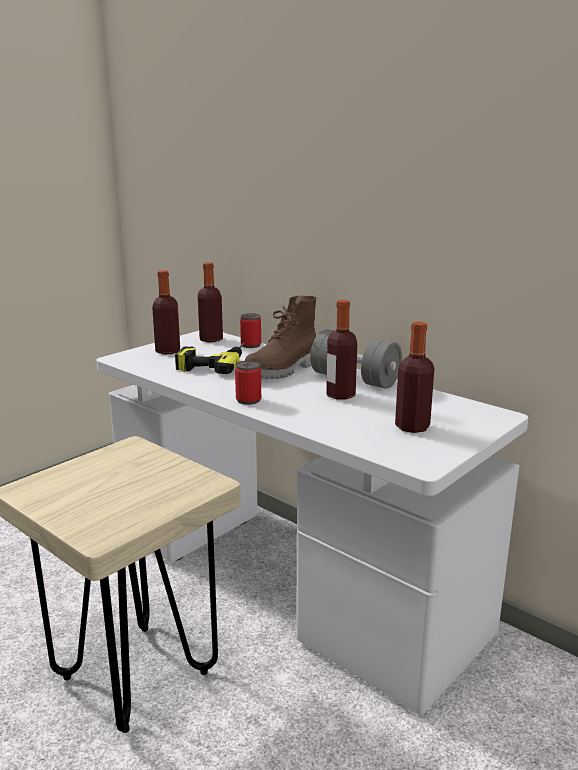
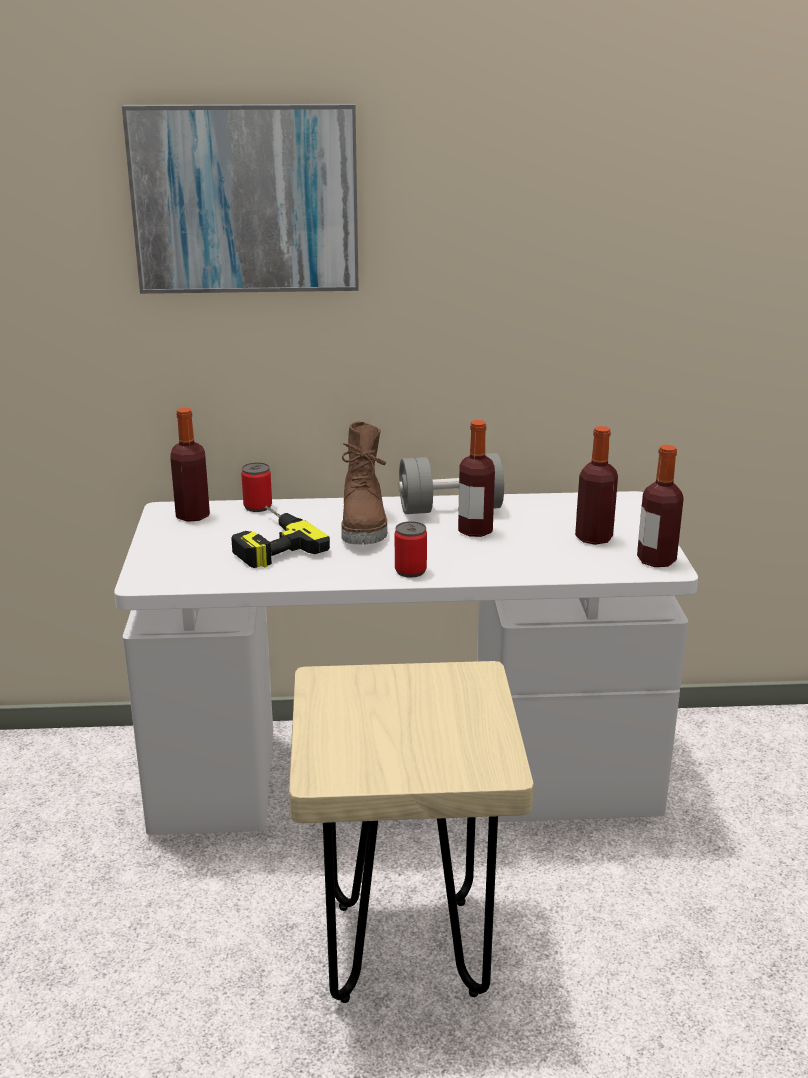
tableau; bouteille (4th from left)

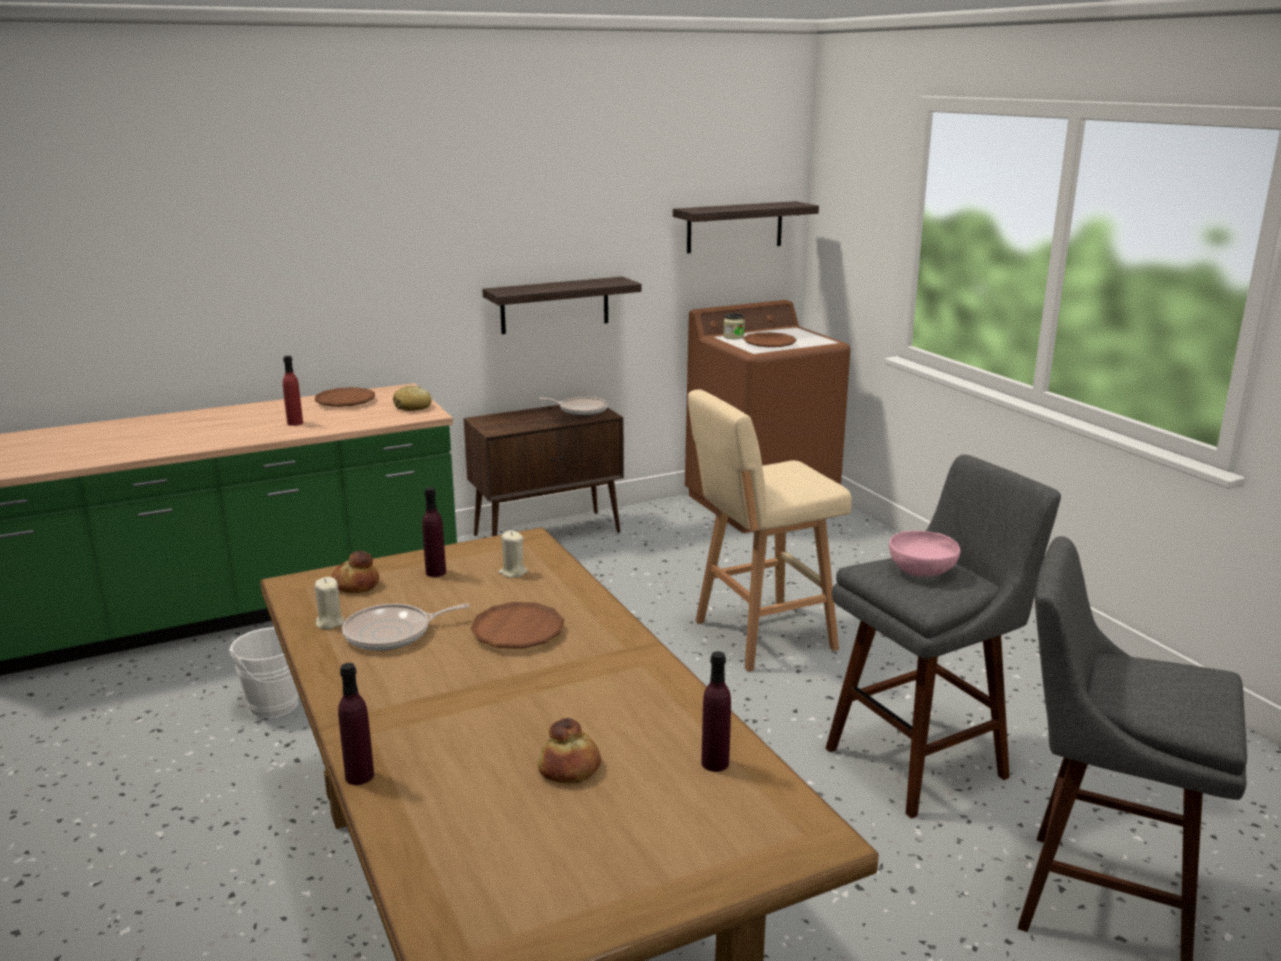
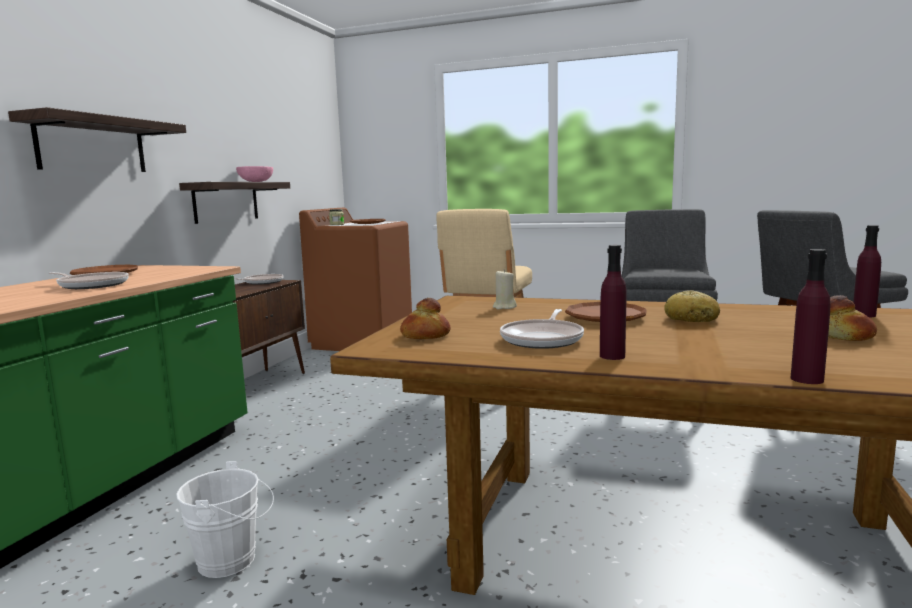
bougie [beige] (1st from left in the first image); pain (2nd from left); bouteille [violet] (1st from left); étagère (1st from left); bol [rose]; poêle (1st from left)

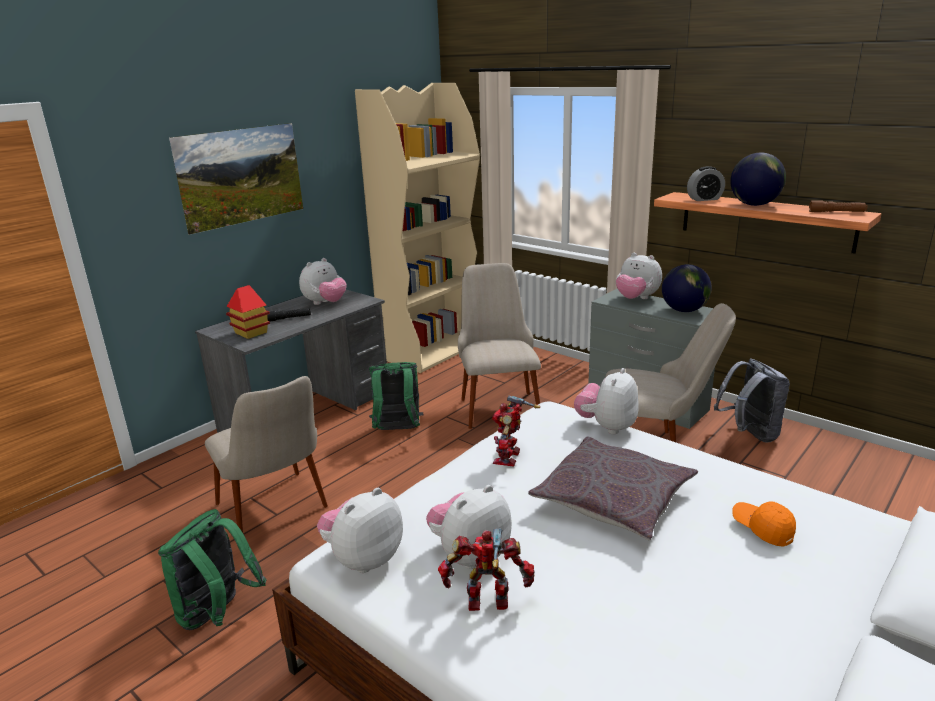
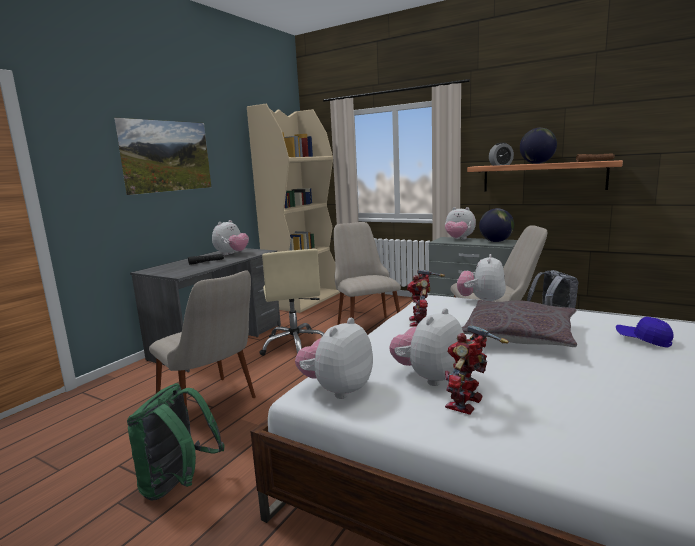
maison miniature; chaise de bureau [beige]; casquette [bleu]; robot jouet (2nd from left)

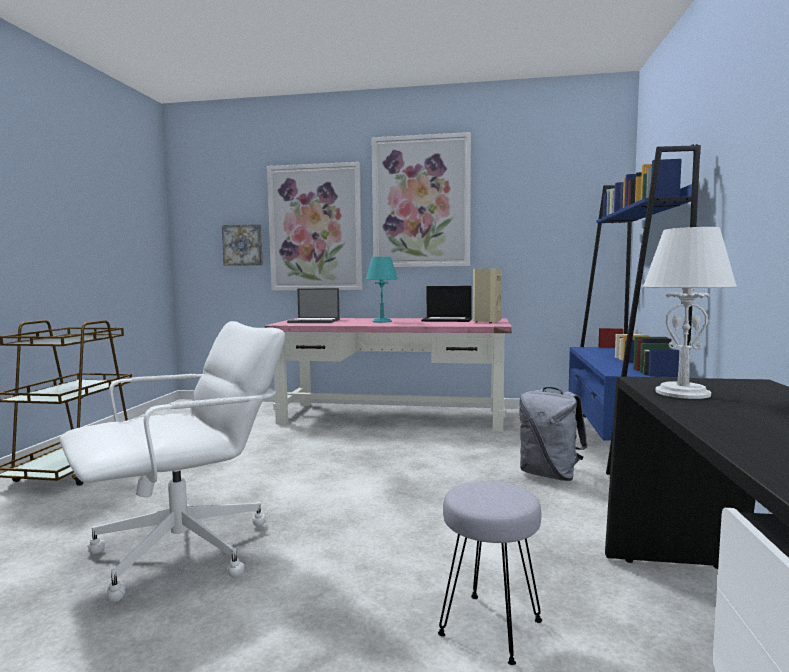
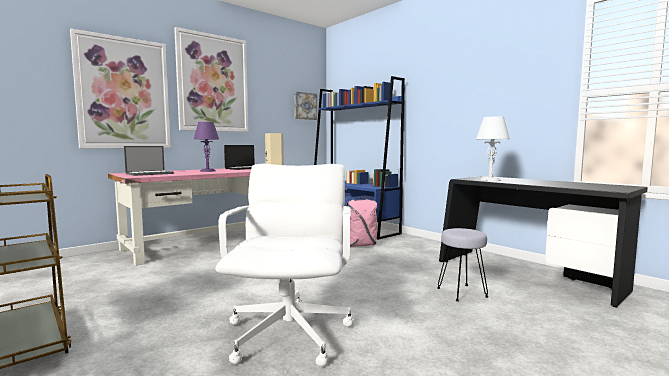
tableau (3rd from left); lampe de table [violet]; sac à dos [rose]

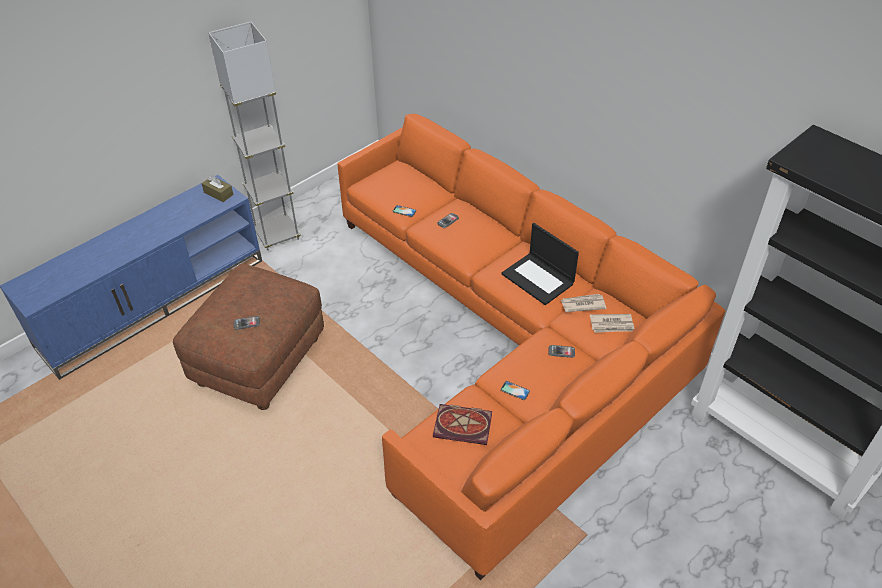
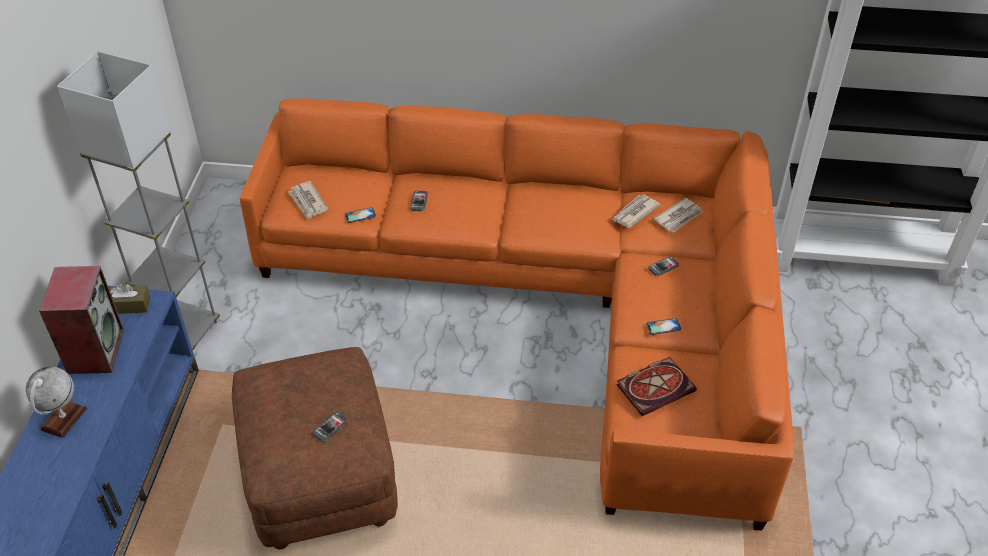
ordinateur portable; globe; enceinte; journal (1st from left)

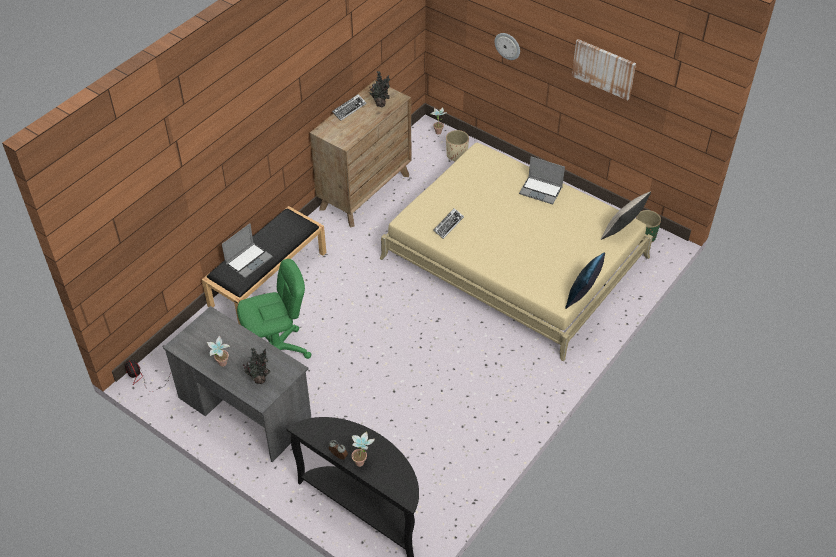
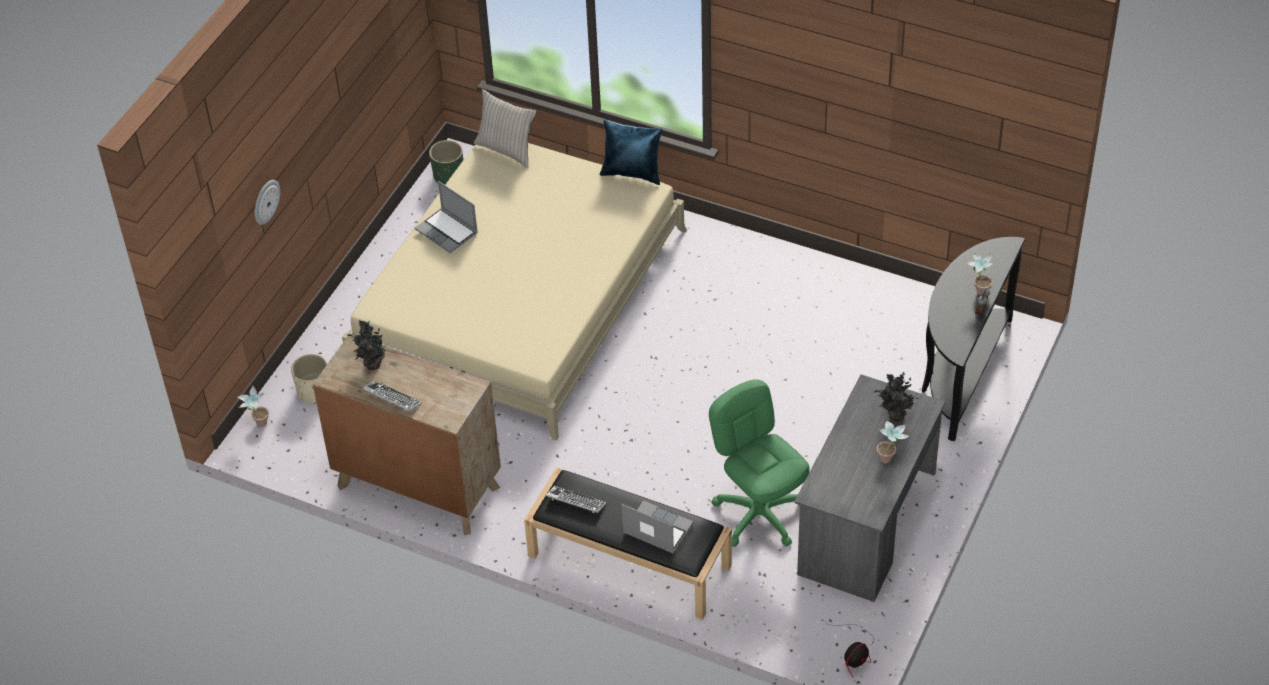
tableau; clavier (2nd from left); ordinateur portable (1st from left)

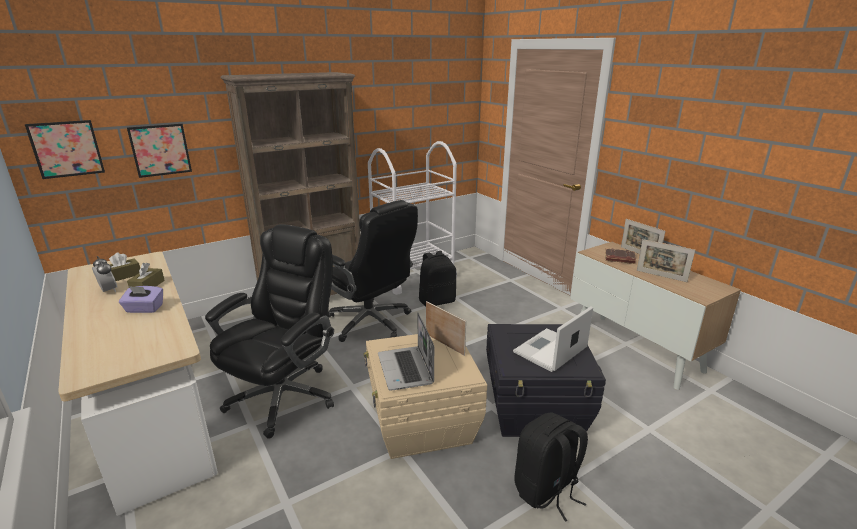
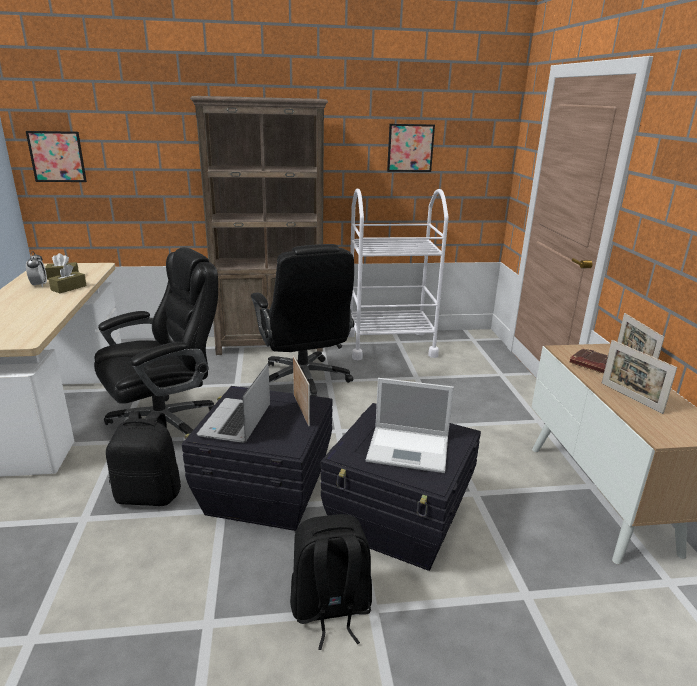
boîte à mouchoirs [violet]; tableau (2nd from left); sac à dos [noir] (1st from left); boîte de rangement [noir] (1st from left); ordinateur portable (2nd from left)

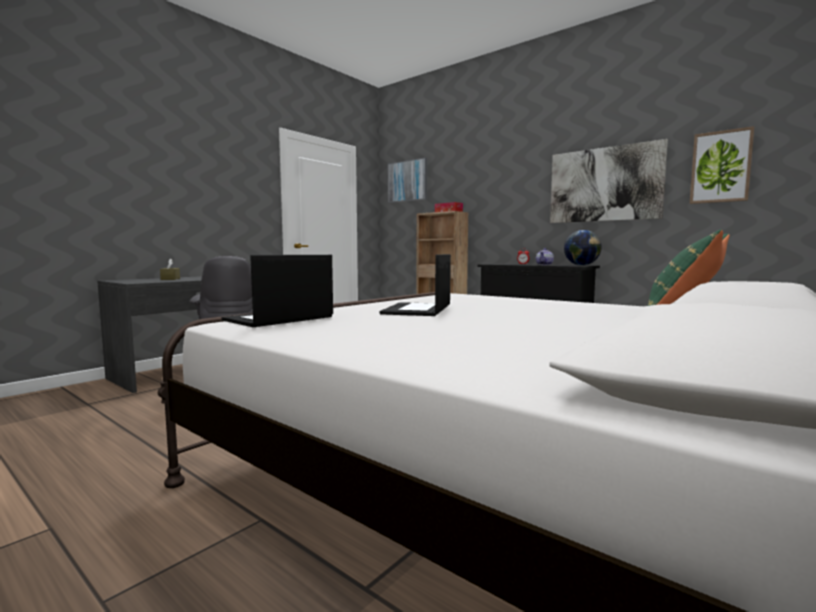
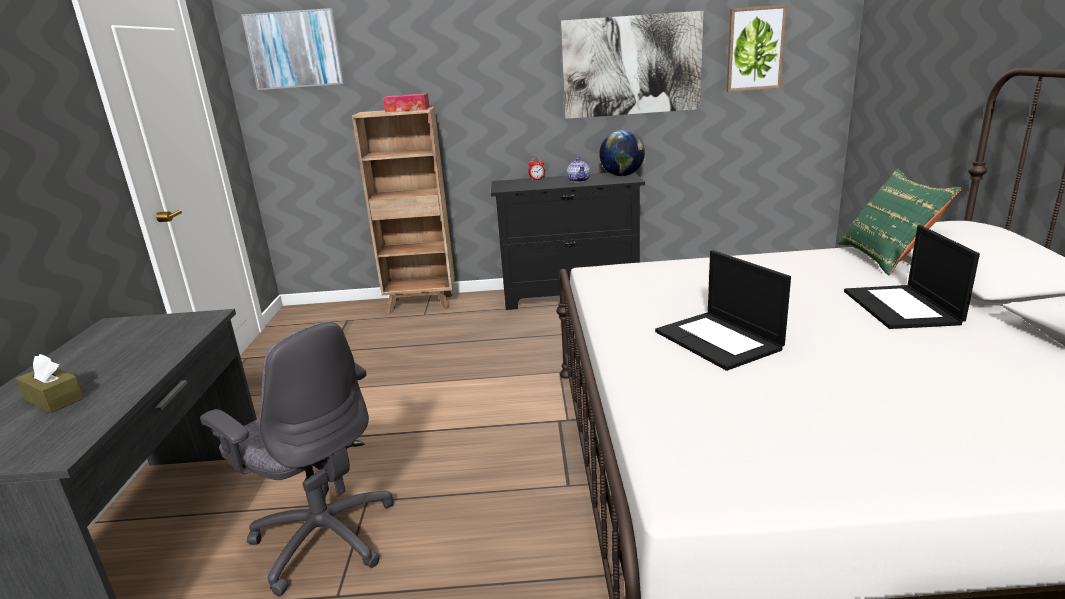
ordinateur portable (2nd from left)

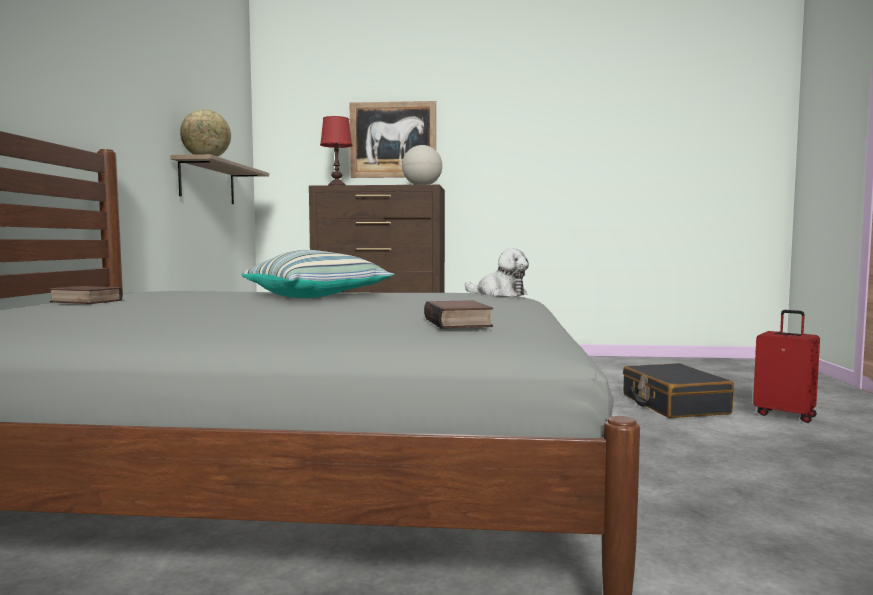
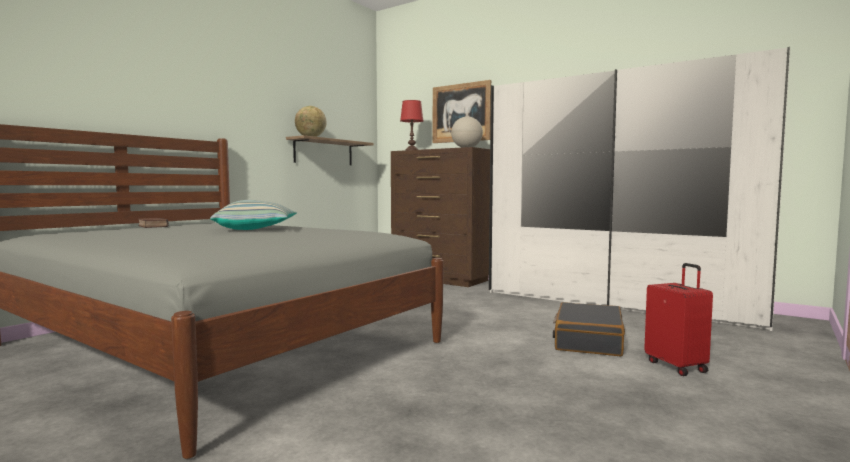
livre (2nd from left in the first image); peluche; armoire [blanc]

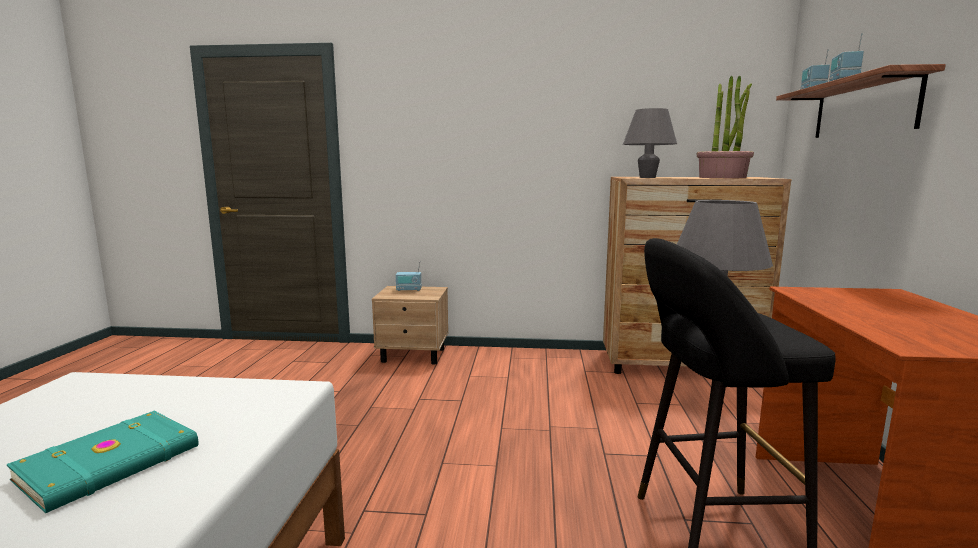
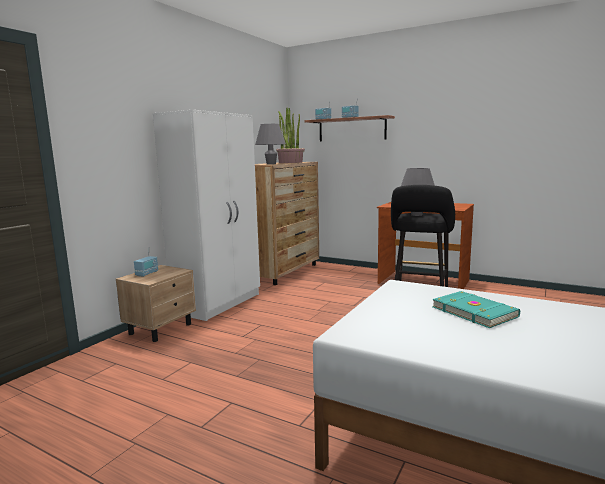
armoire [blanc]

